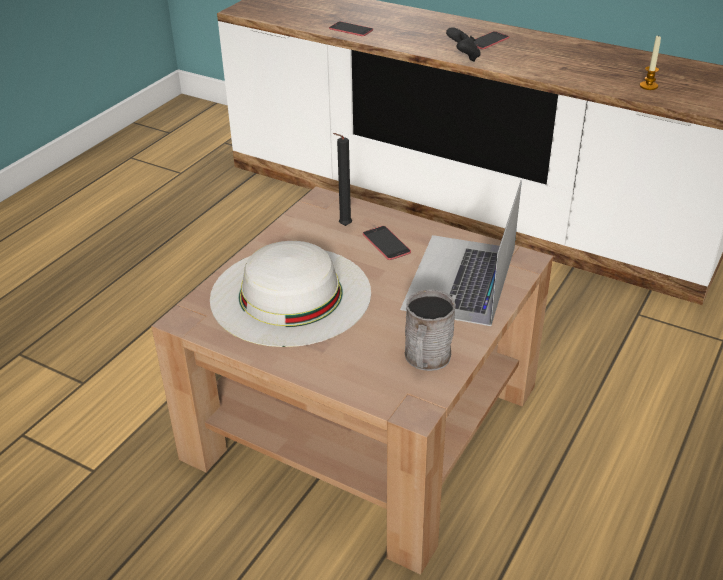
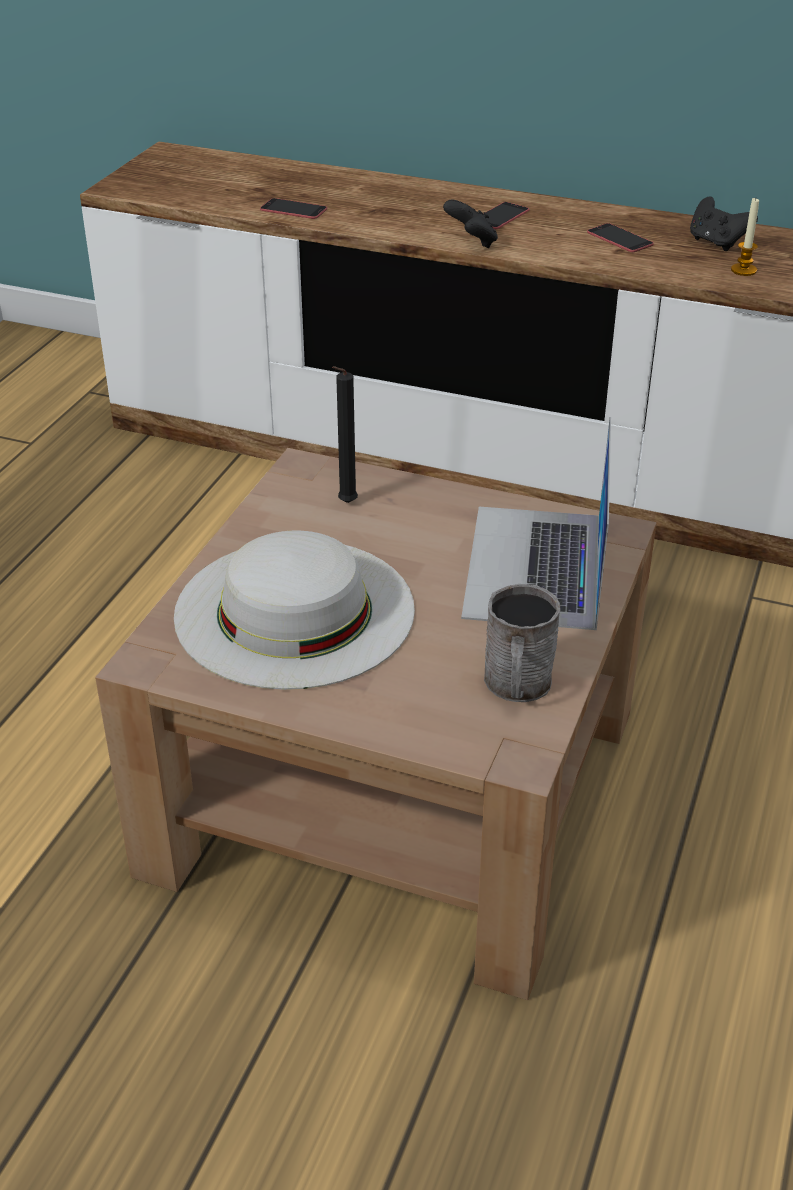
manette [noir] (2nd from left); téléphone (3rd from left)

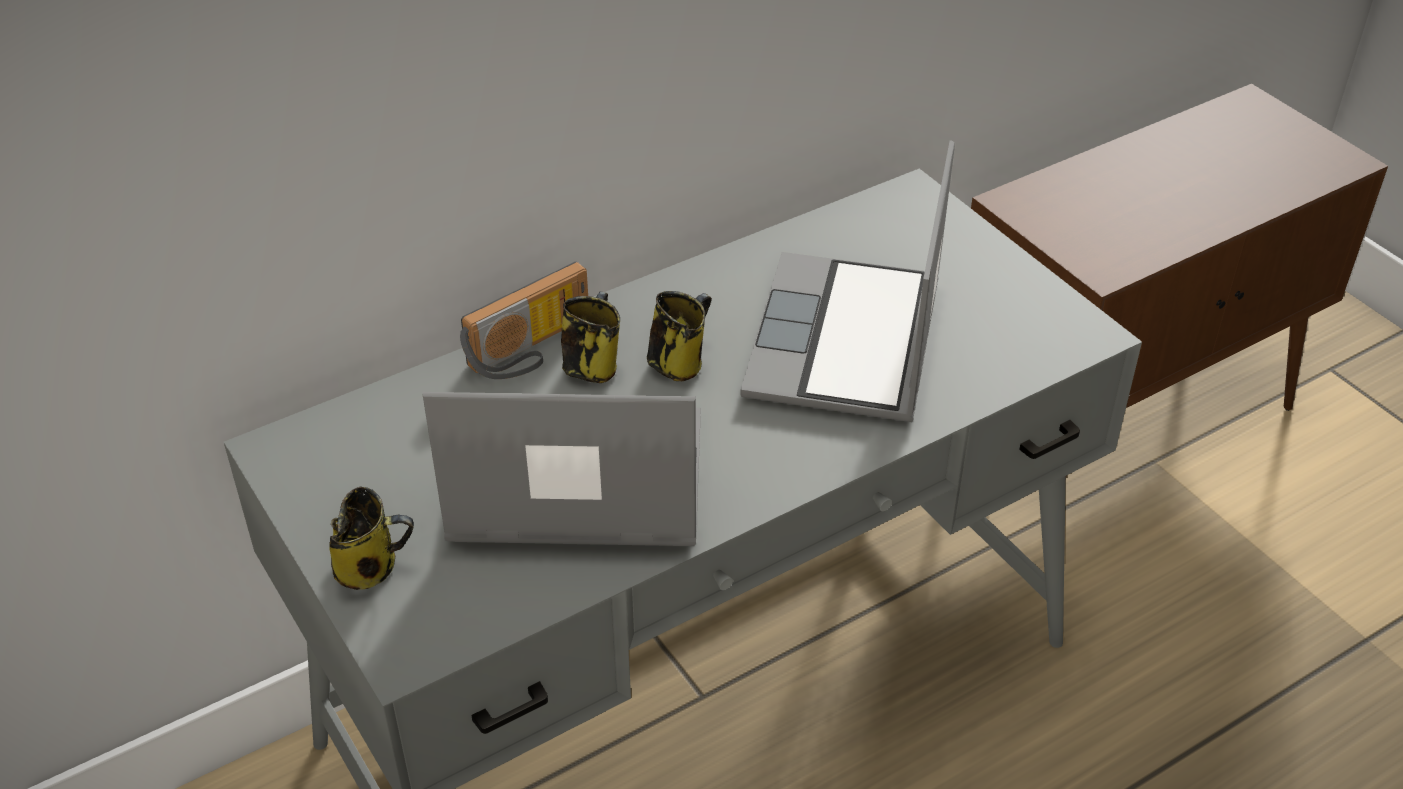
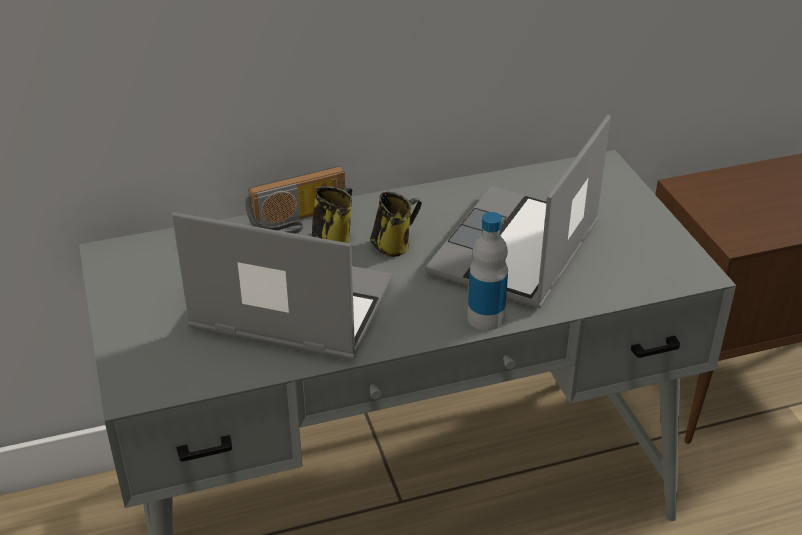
mug (1st from left in the first image); bouteille

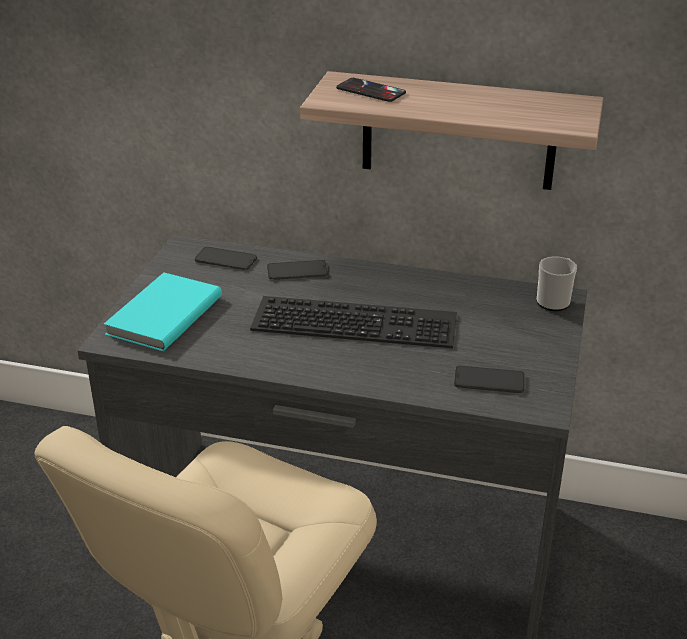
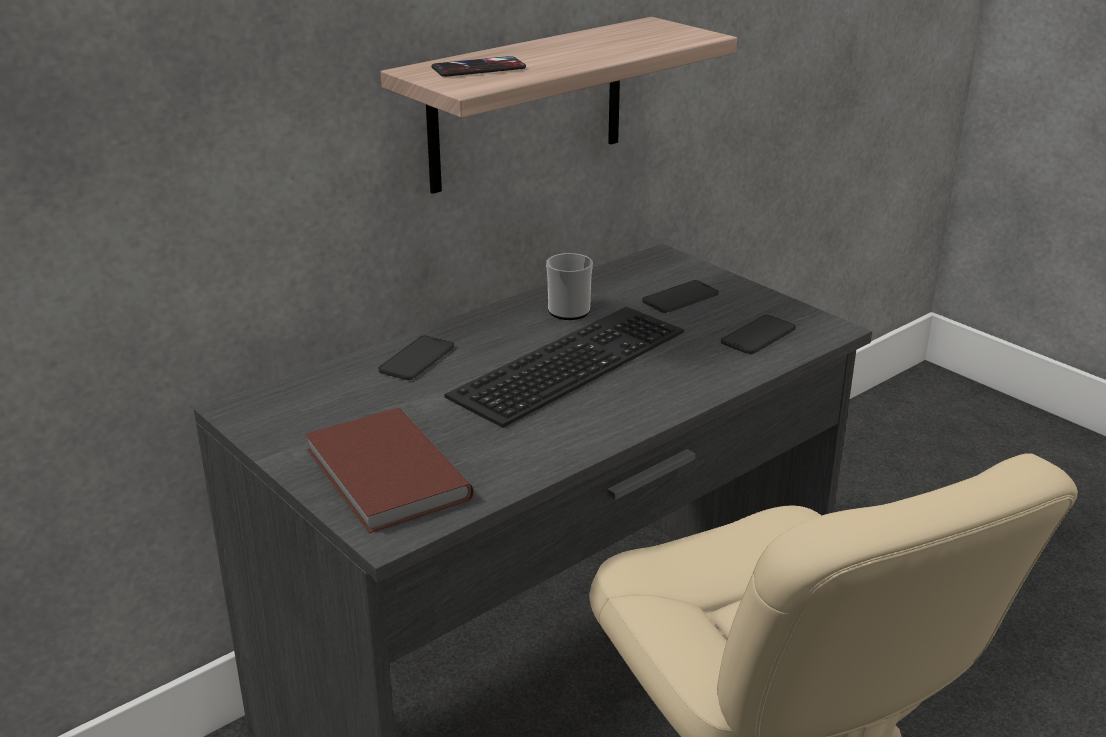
téléphone (3rd from left); mug; livre [marron]

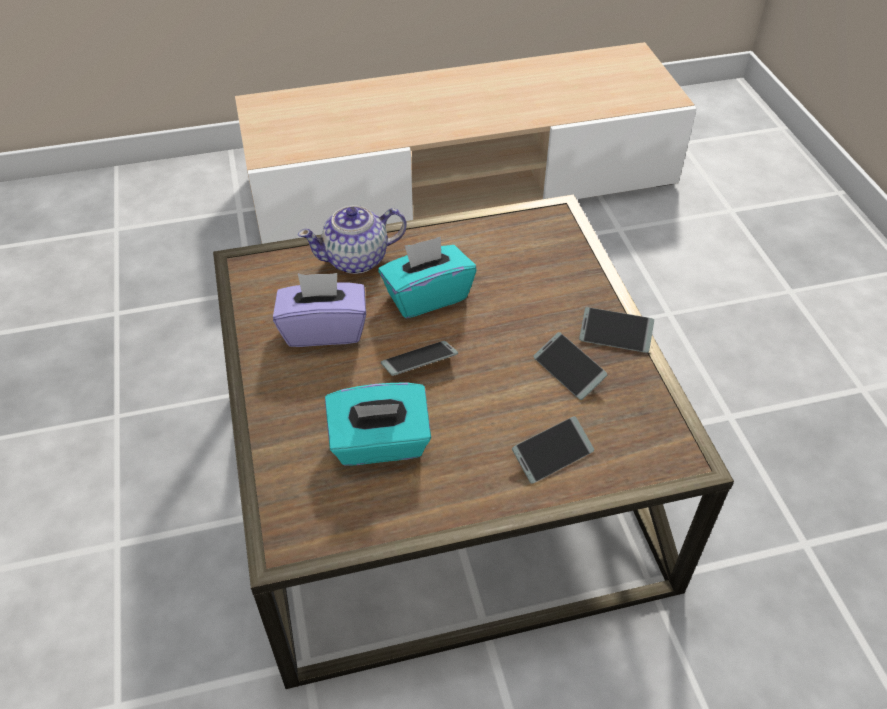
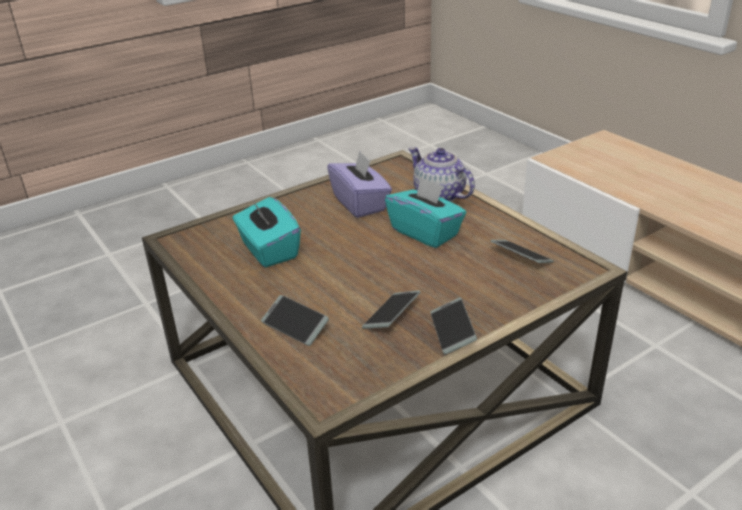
téléphone (4th from left)

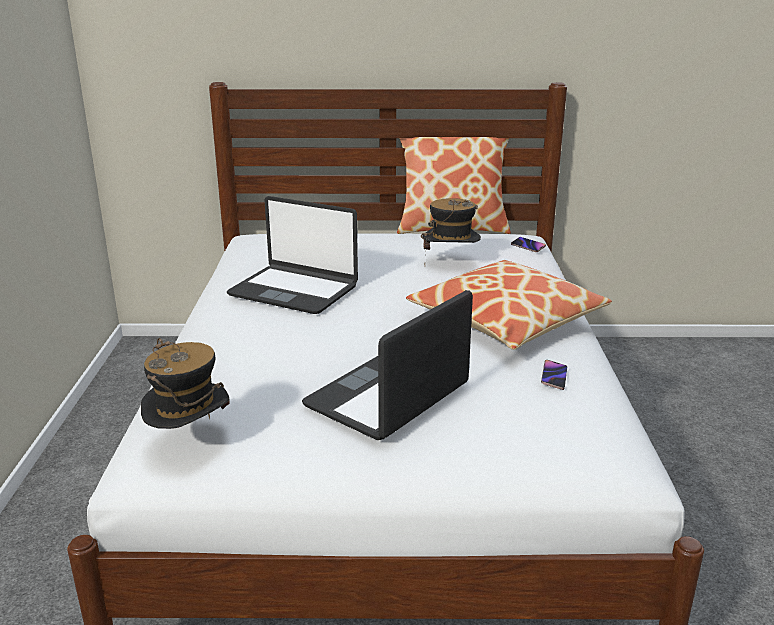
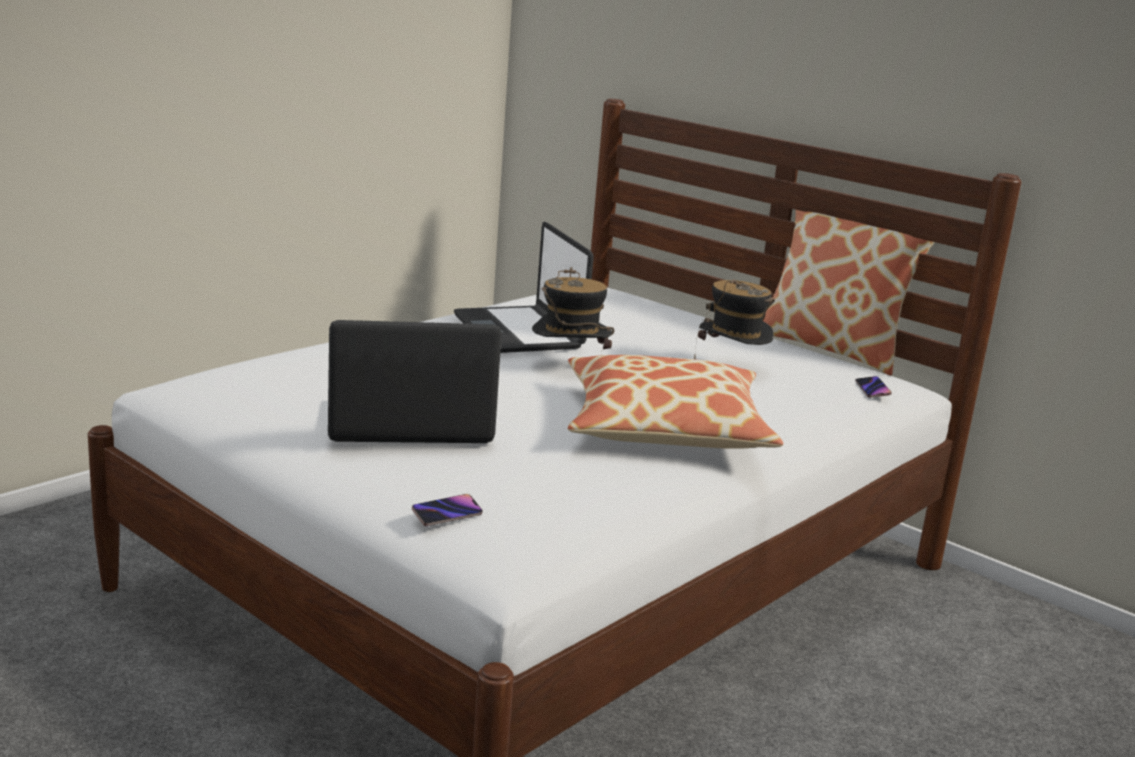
chapeau (1st from left); téléphone (1st from left)

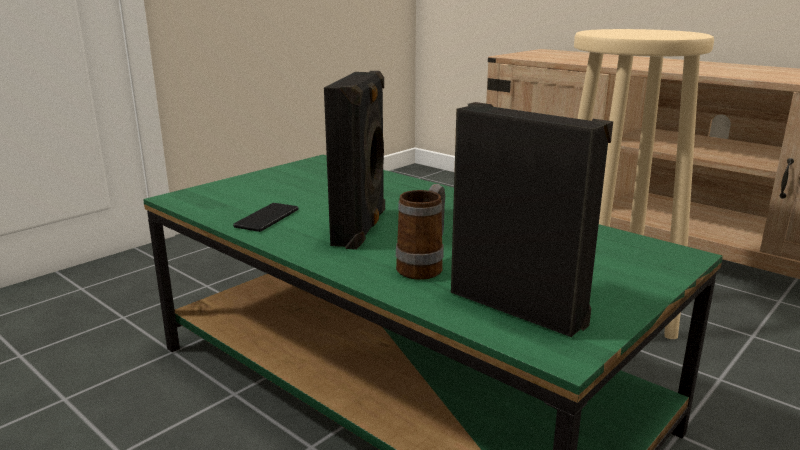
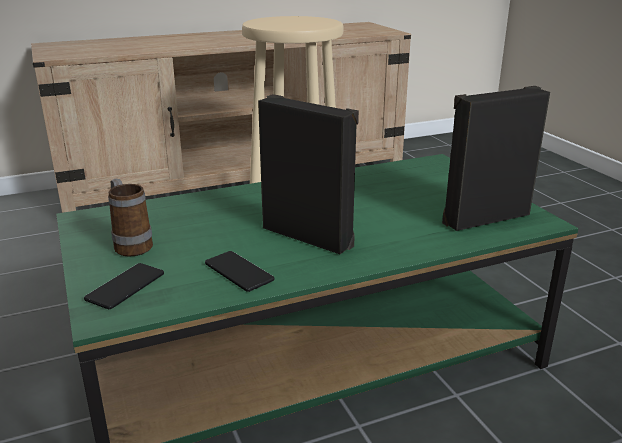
téléphone (1st from left); mug

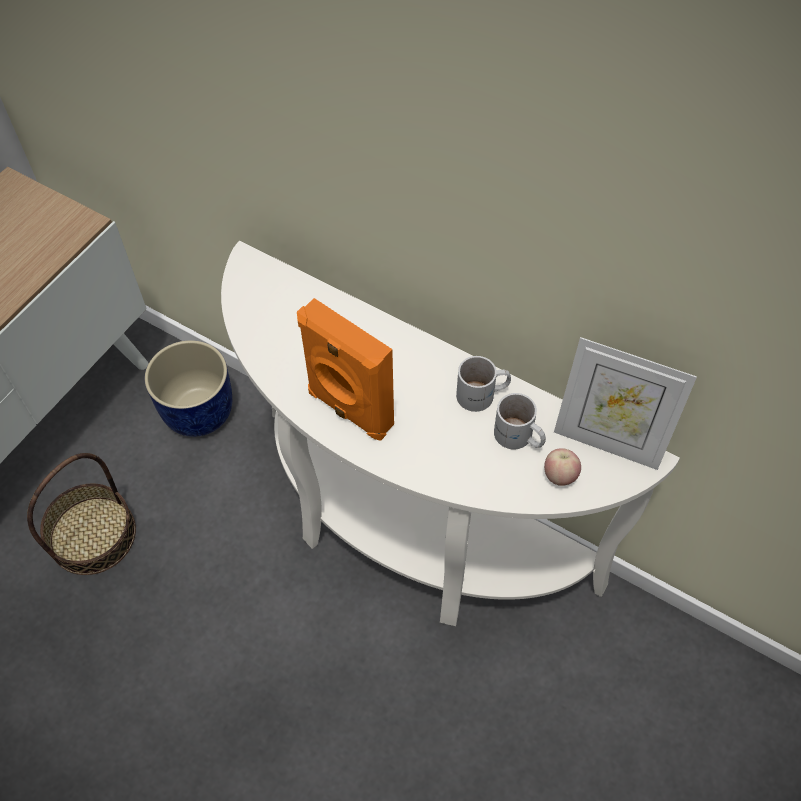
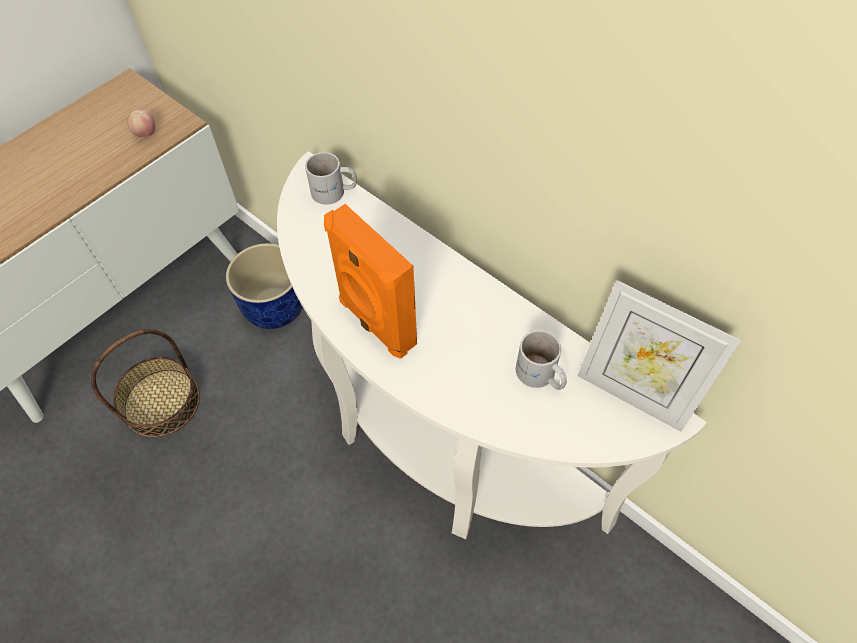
mug [blanc] (1st from left); pomme

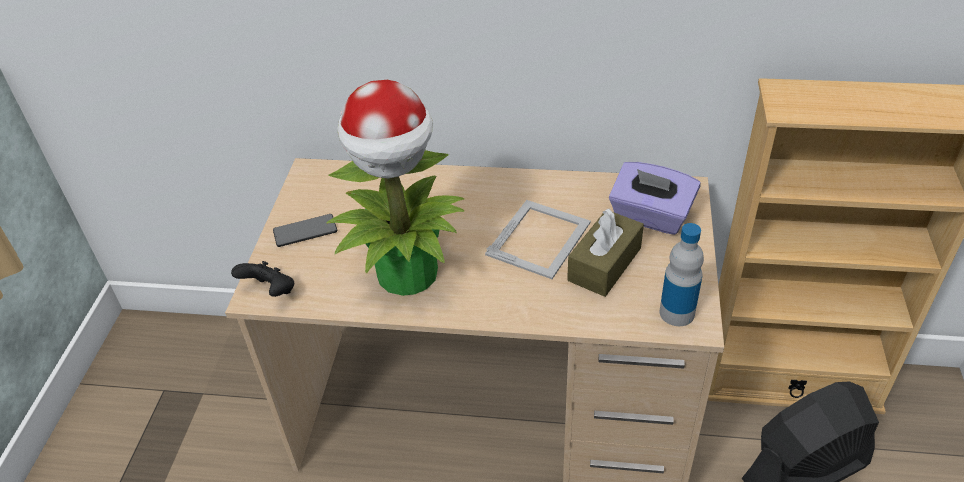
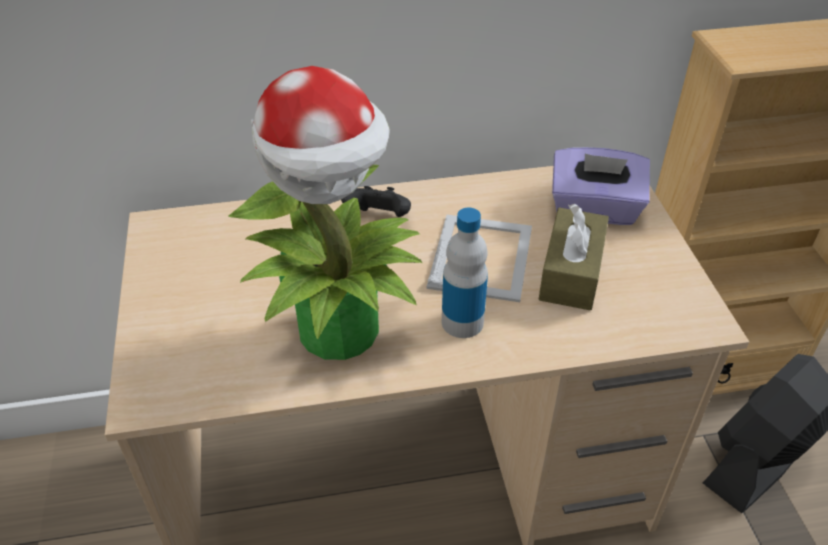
téléphone; manette [noir]; bouteille

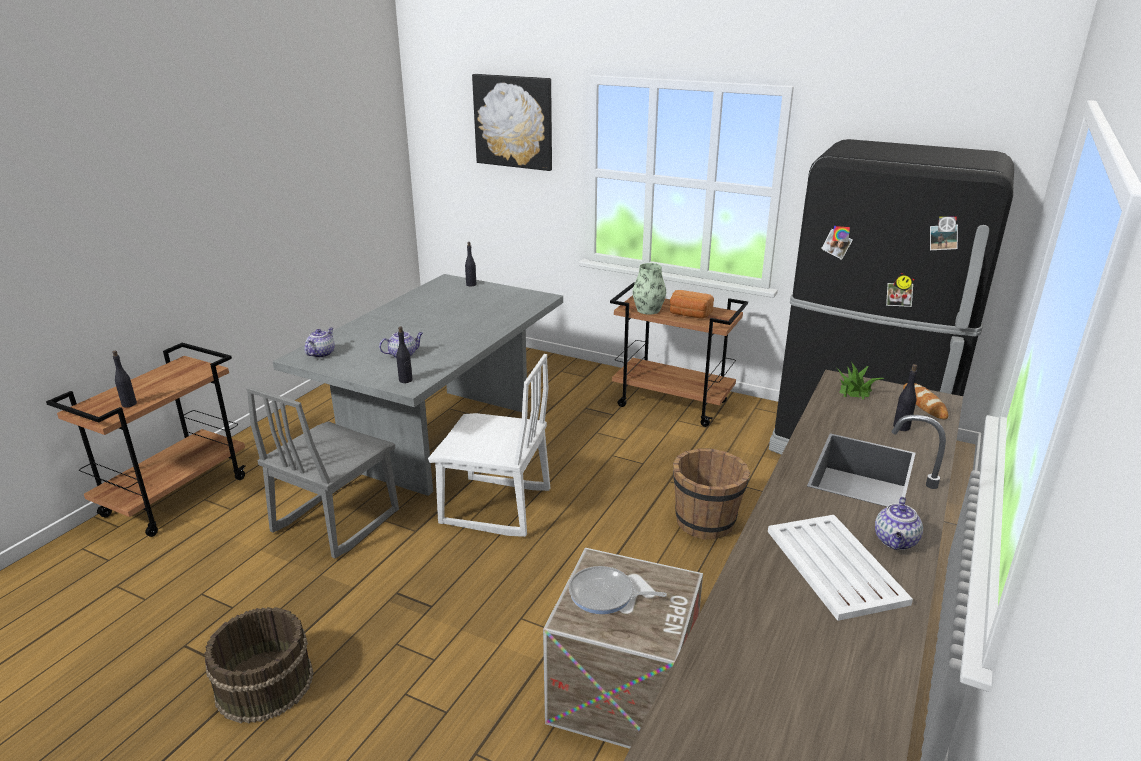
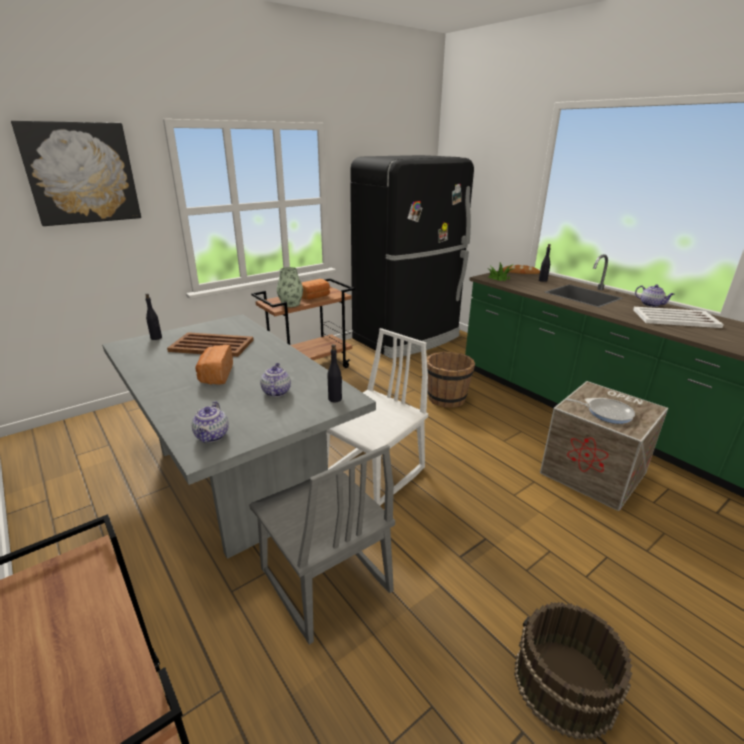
bouteille [noir] (1st from left in the first image); plateau [marron]; pain (1st from left); théière (1st from left); poêle

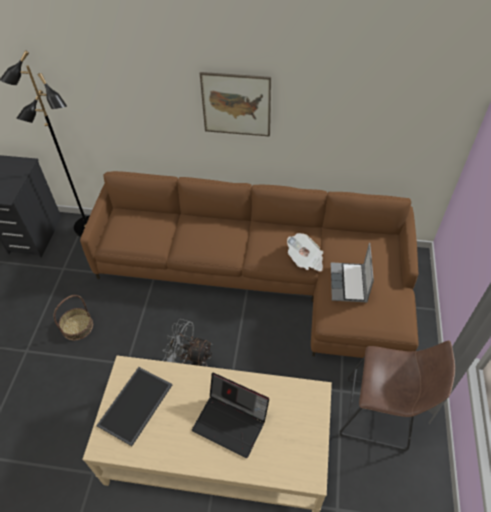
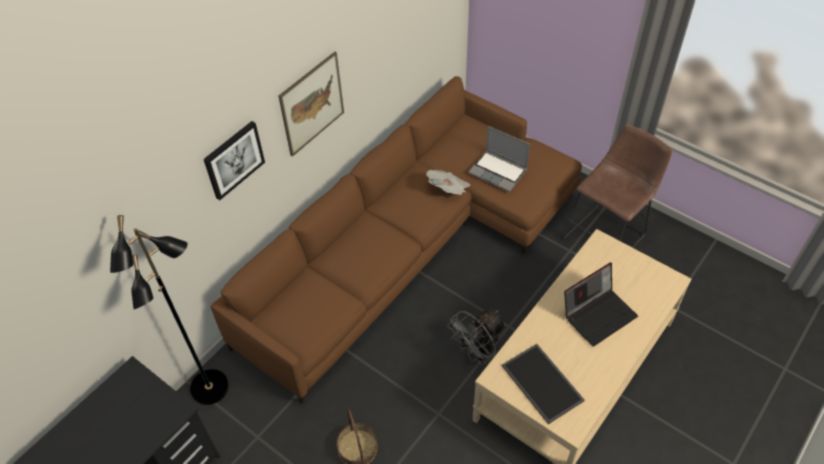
tableau (1st from left)

